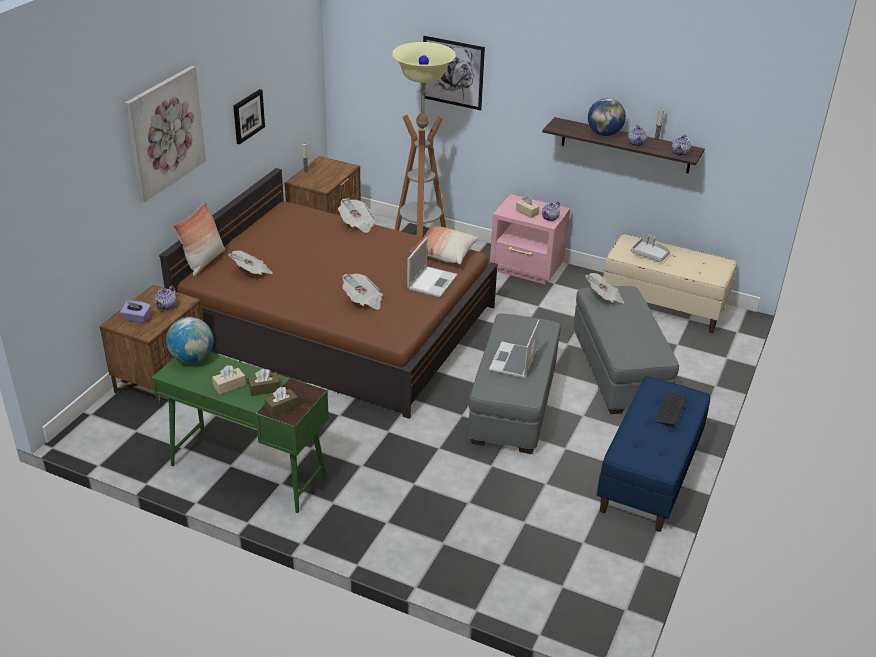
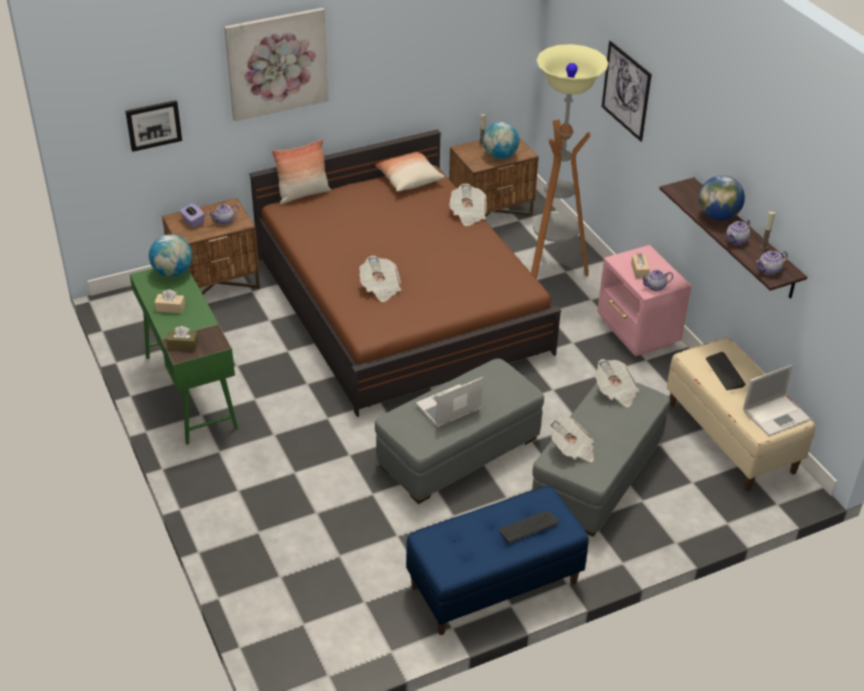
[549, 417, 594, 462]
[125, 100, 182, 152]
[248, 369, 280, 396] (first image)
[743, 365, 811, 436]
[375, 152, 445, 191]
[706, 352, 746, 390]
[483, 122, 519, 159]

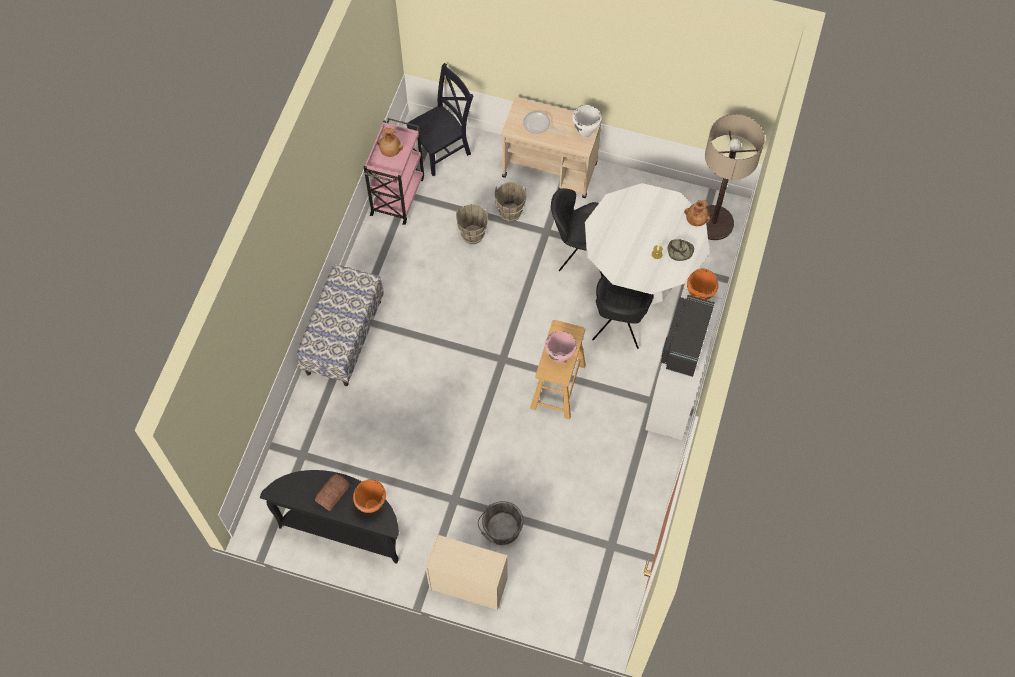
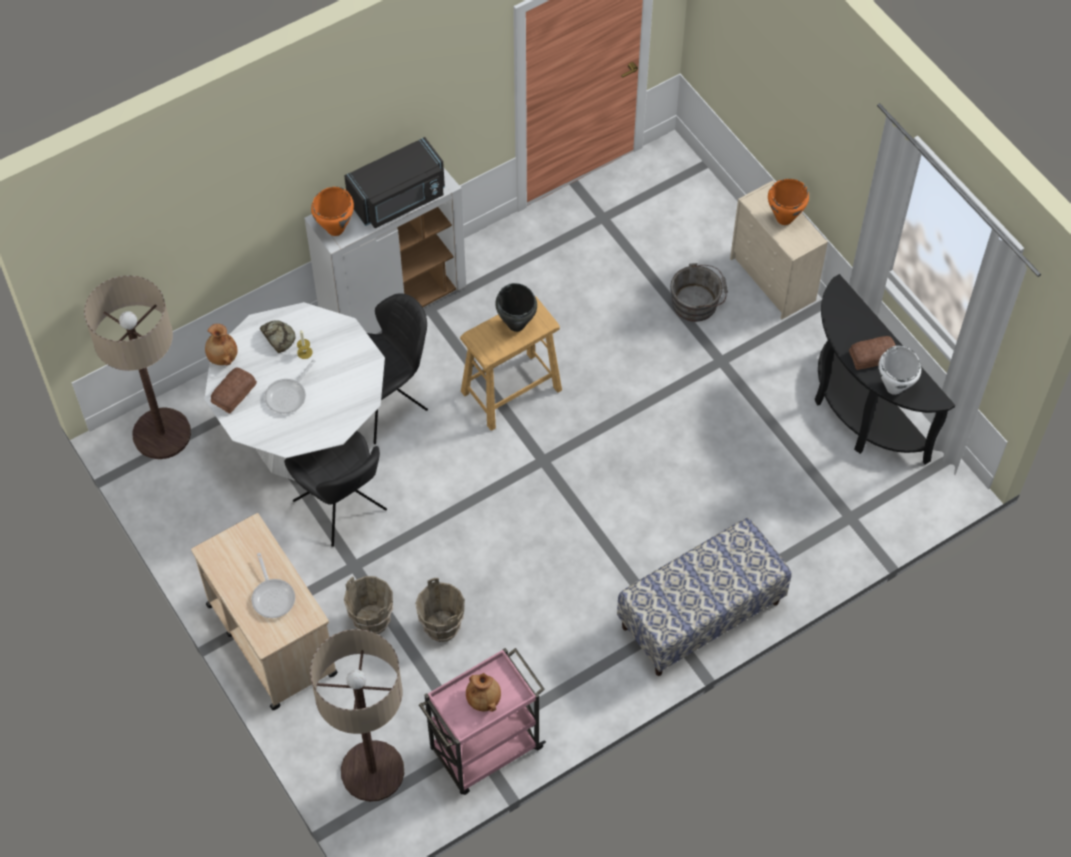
[768, 179, 809, 225]
[310, 629, 404, 802]
[495, 283, 537, 332]
[878, 346, 921, 395]
[211, 368, 257, 413]
[265, 359, 315, 414]

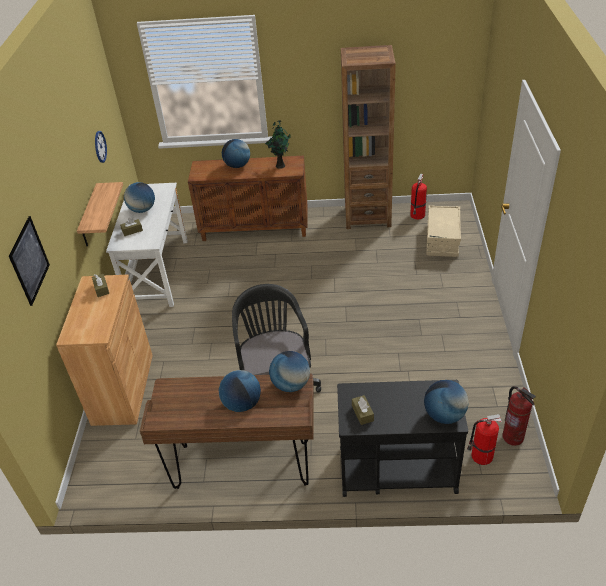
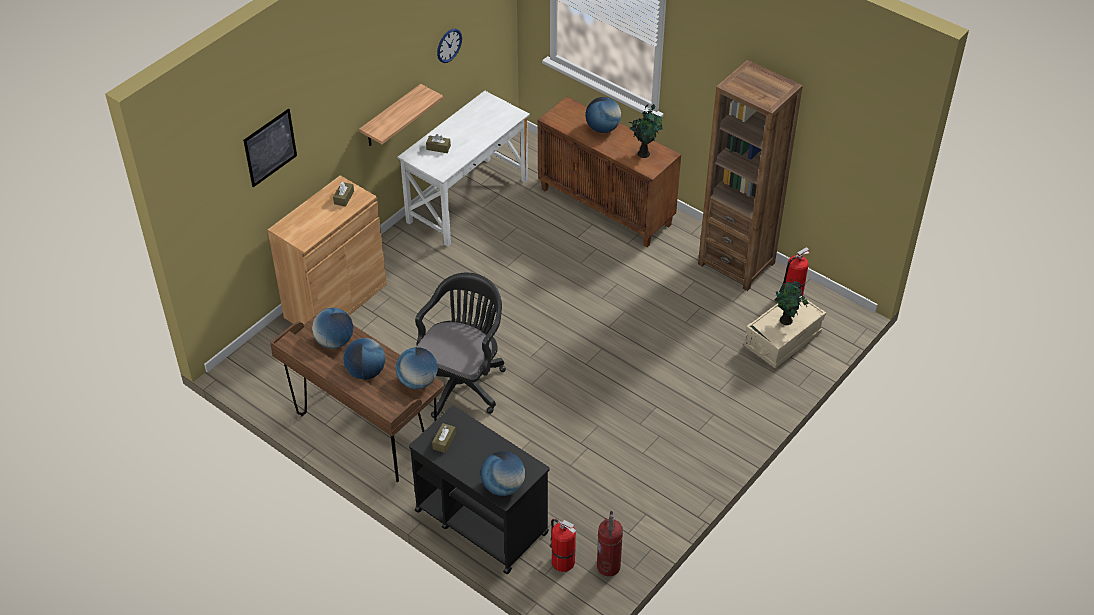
[312, 308, 353, 349]
[775, 279, 809, 325]

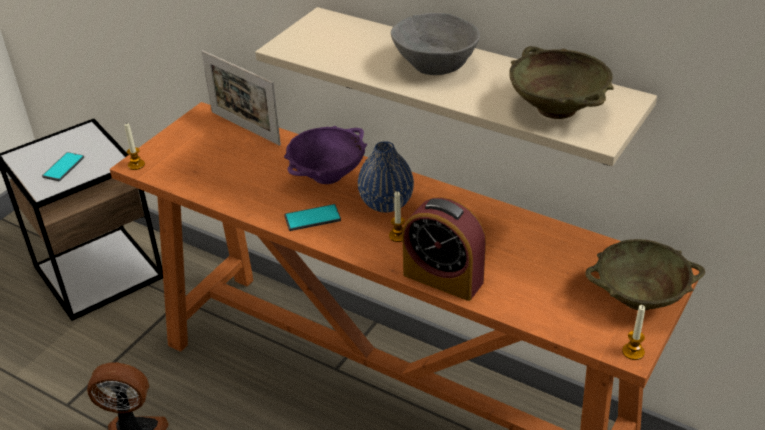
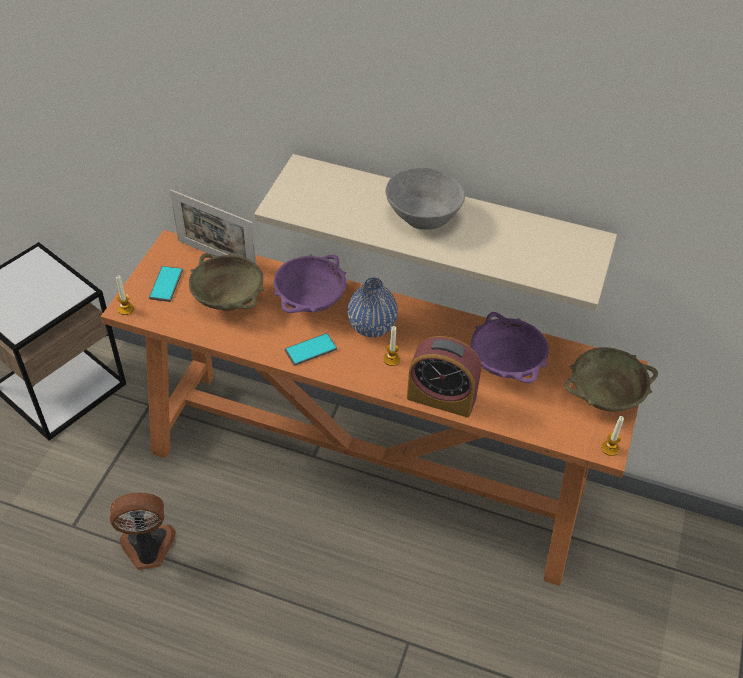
[149, 266, 183, 302]
[189, 253, 264, 311]
[471, 312, 549, 383]

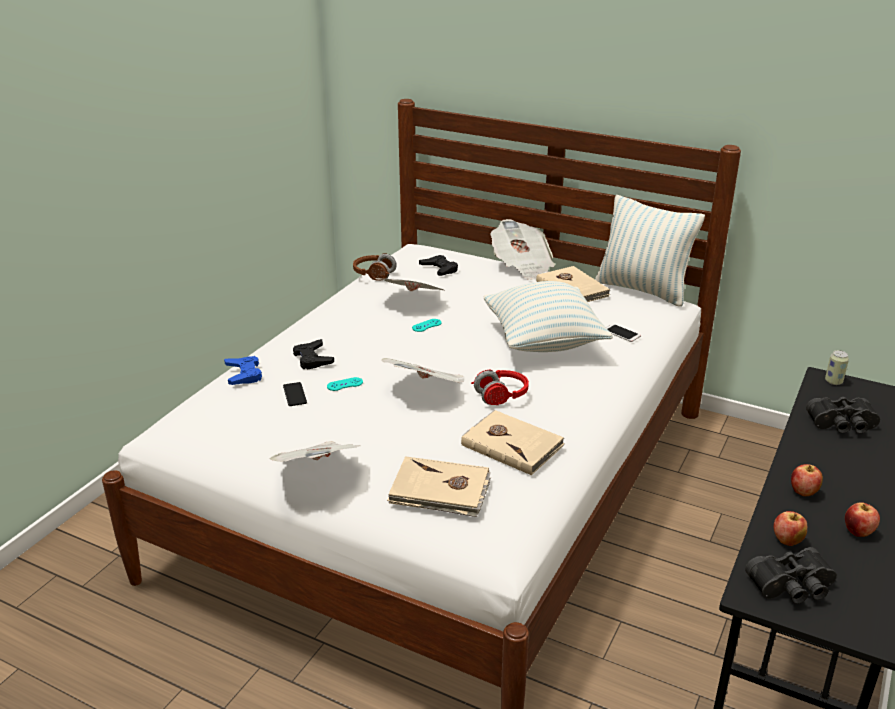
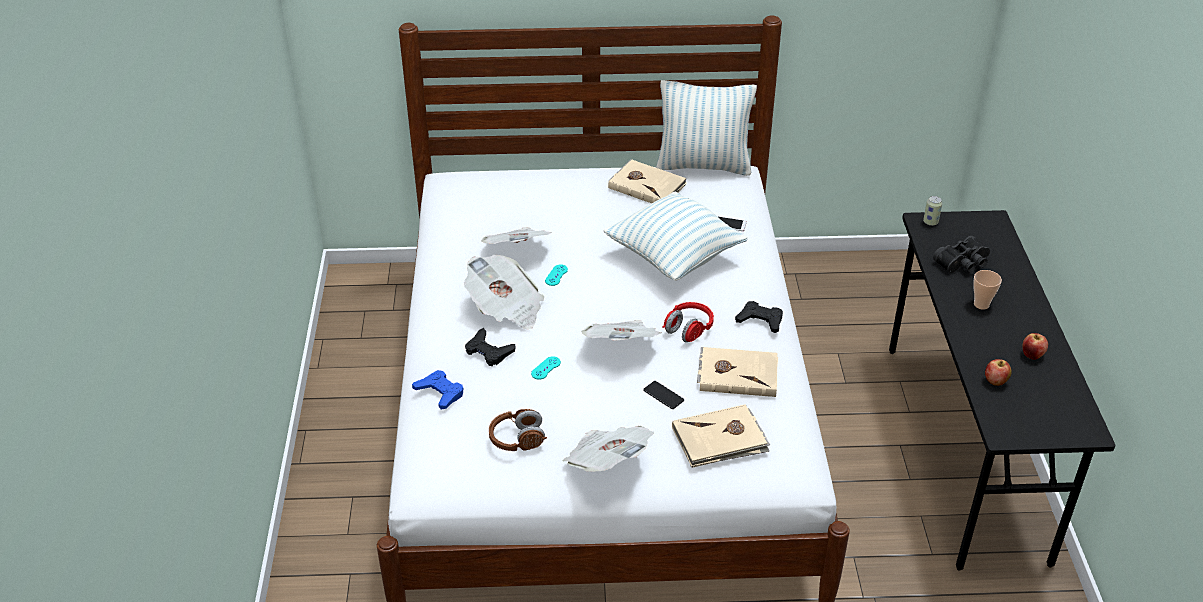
[643, 381, 684, 409]
[489, 409, 547, 451]
[735, 301, 783, 333]
[464, 255, 544, 329]
[745, 547, 837, 604] (first image)
[791, 464, 823, 496] (first image)
[974, 270, 1002, 310]

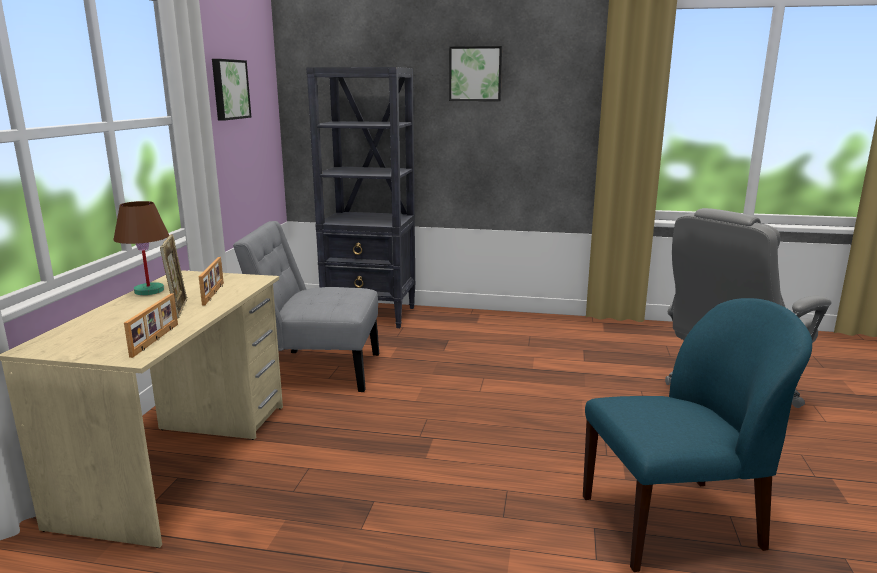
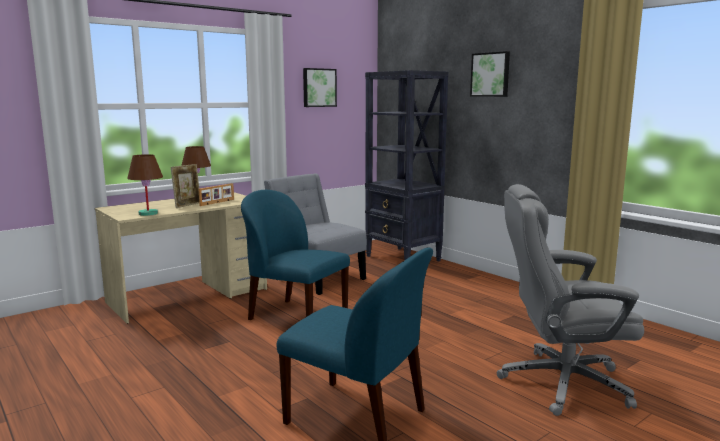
[127, 154, 163, 216]
[241, 190, 350, 320]

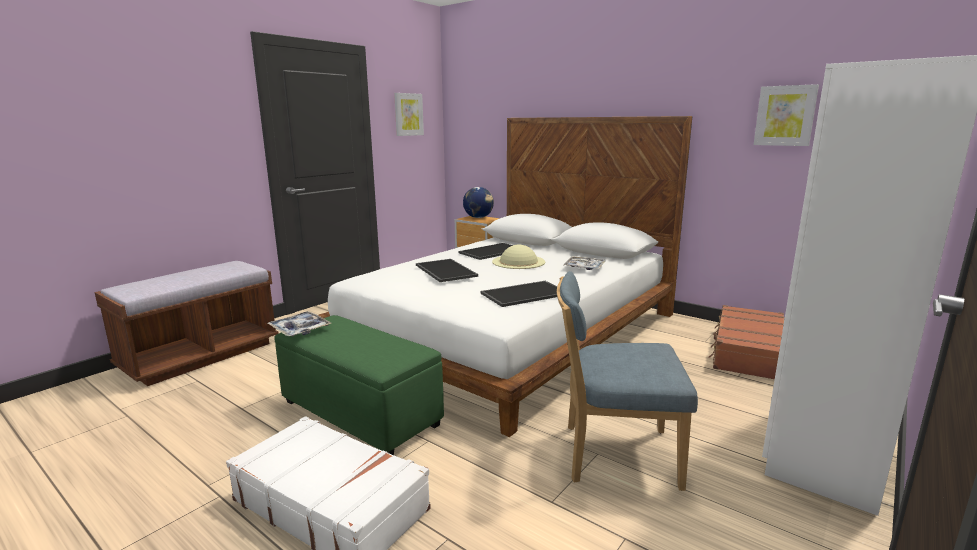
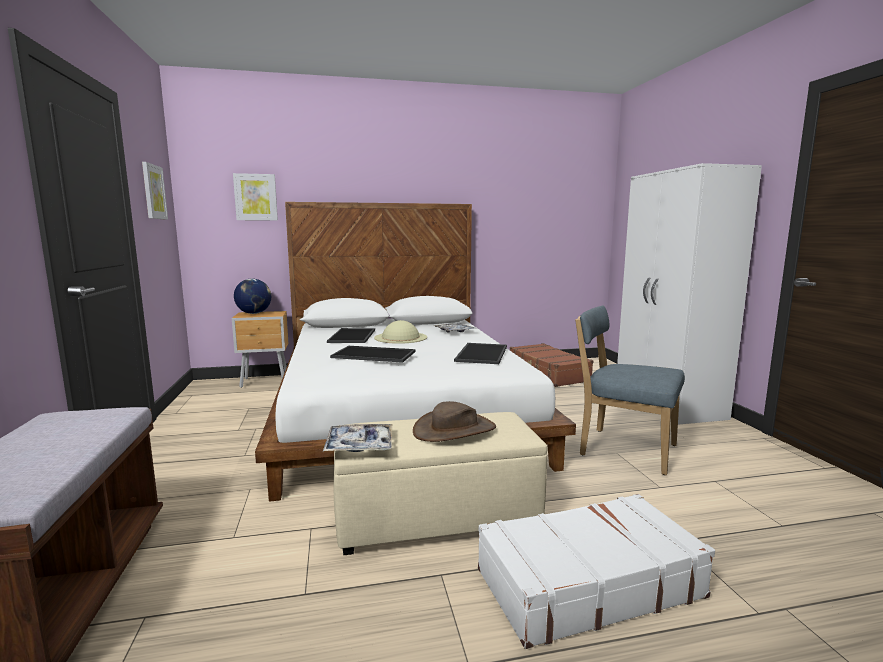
[334, 412, 547, 555]
[575, 306, 685, 475]
[233, 173, 278, 221]
[413, 401, 496, 442]

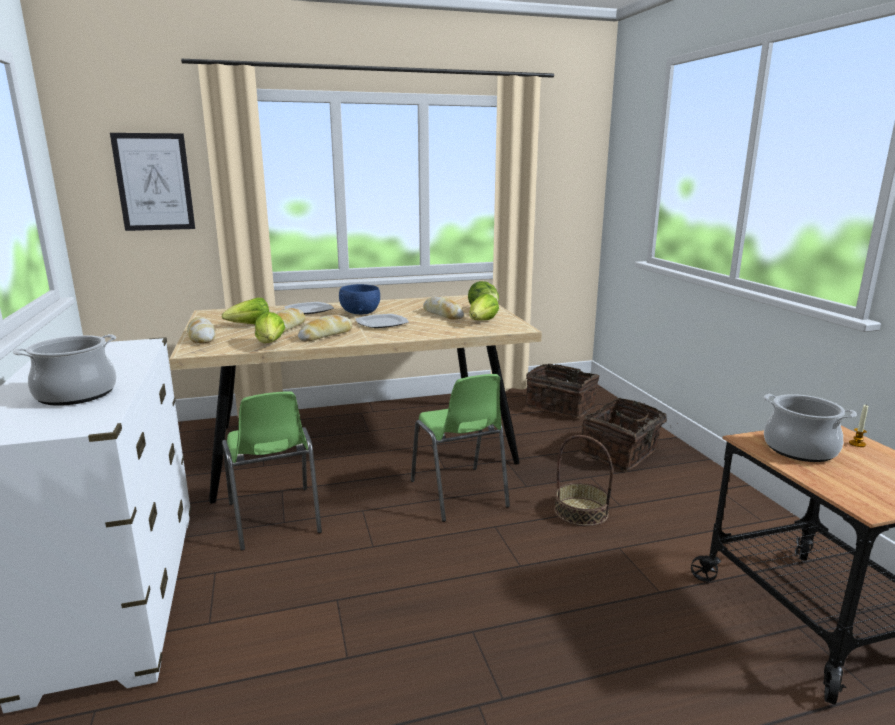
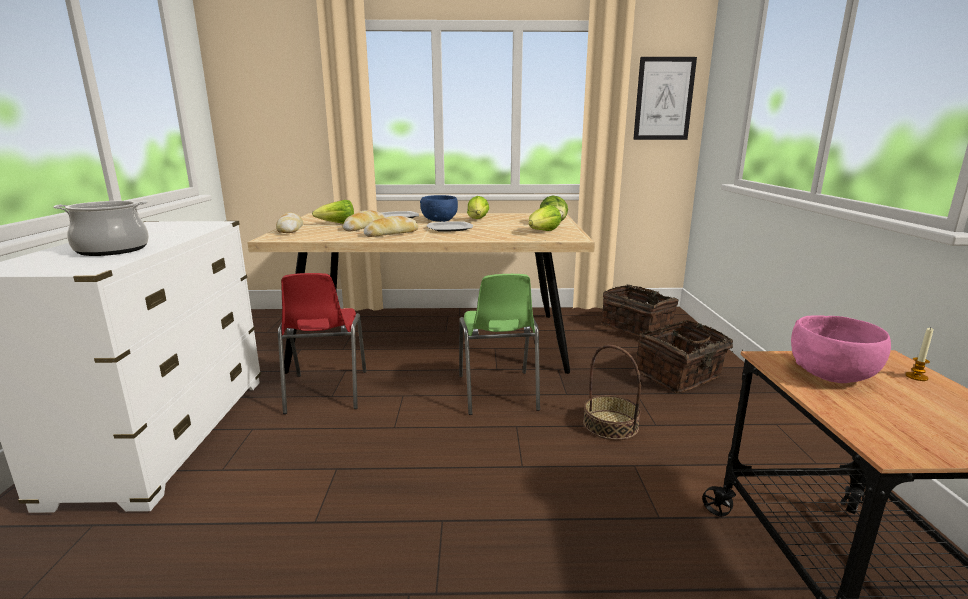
[633, 57, 697, 140]
[278, 273, 366, 414]
[467, 196, 489, 219]
[423, 296, 464, 320] (first image)
[791, 315, 891, 383]

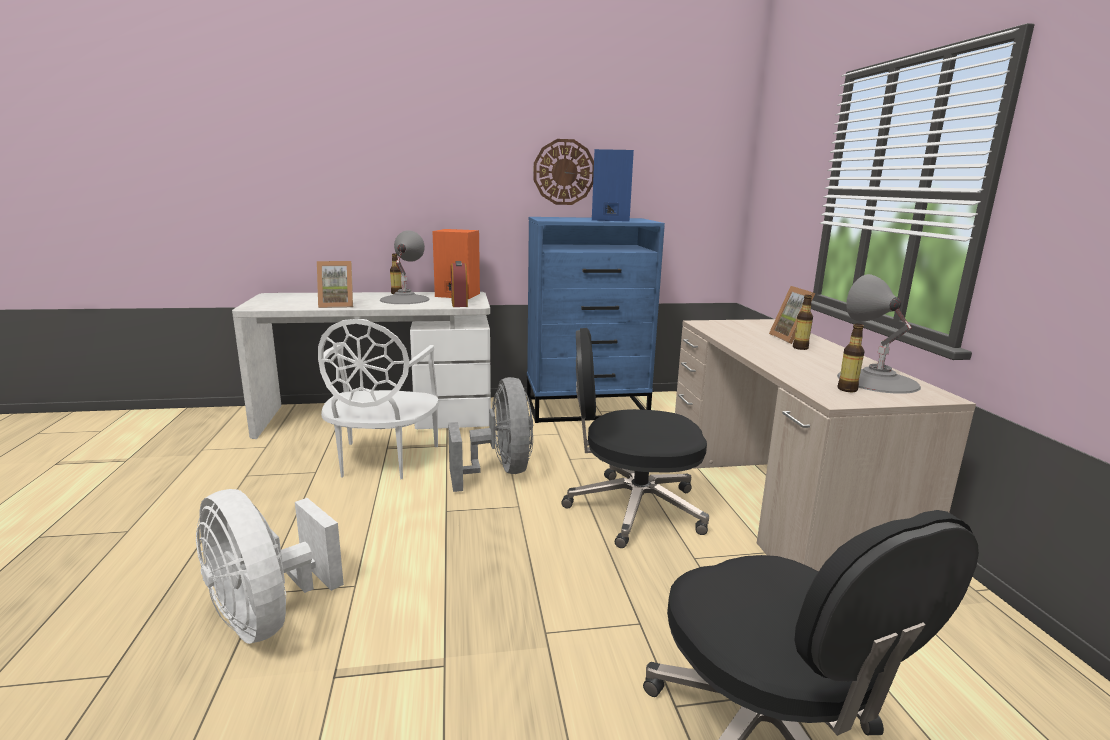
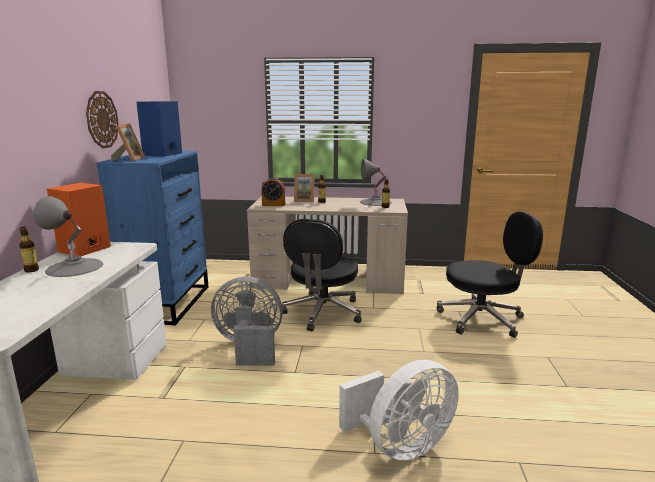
[111, 123, 145, 161]
[318, 319, 439, 479] (first image)
[261, 177, 285, 206]

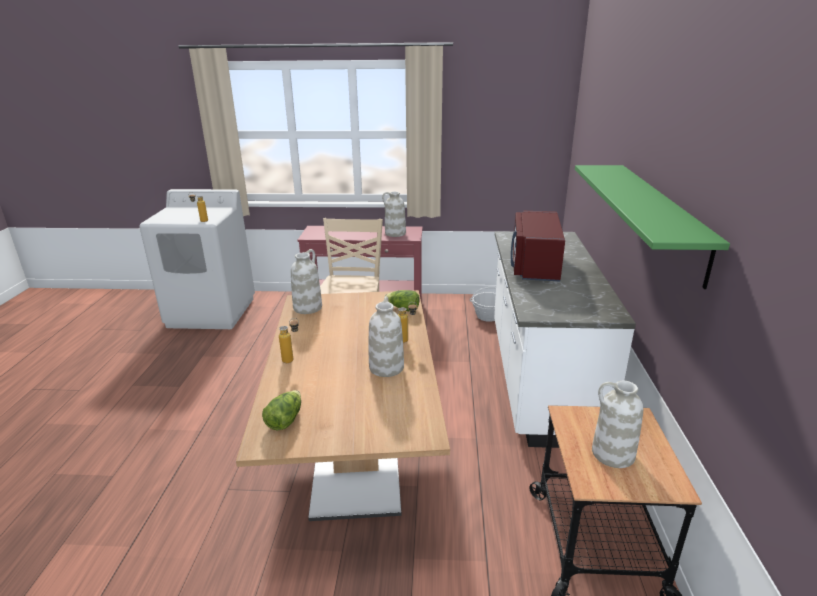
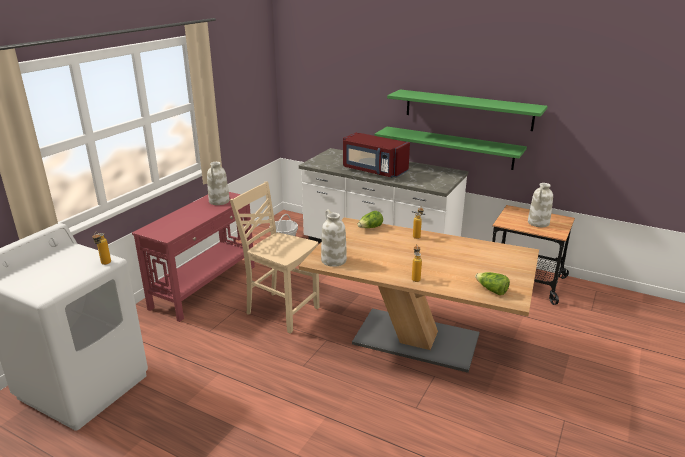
[369, 296, 404, 377] (first image)
[374, 127, 527, 170]

